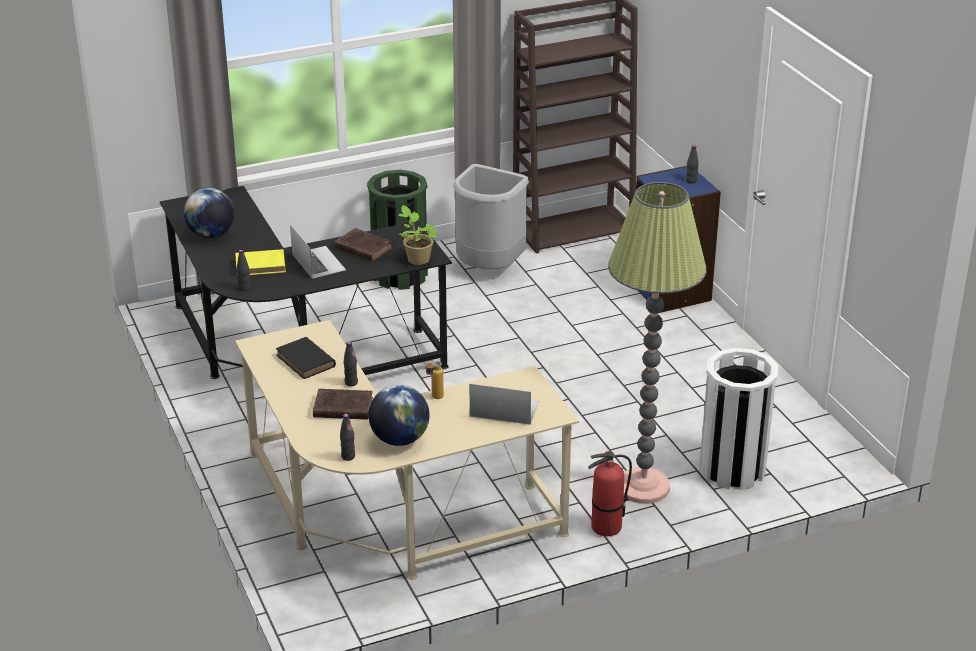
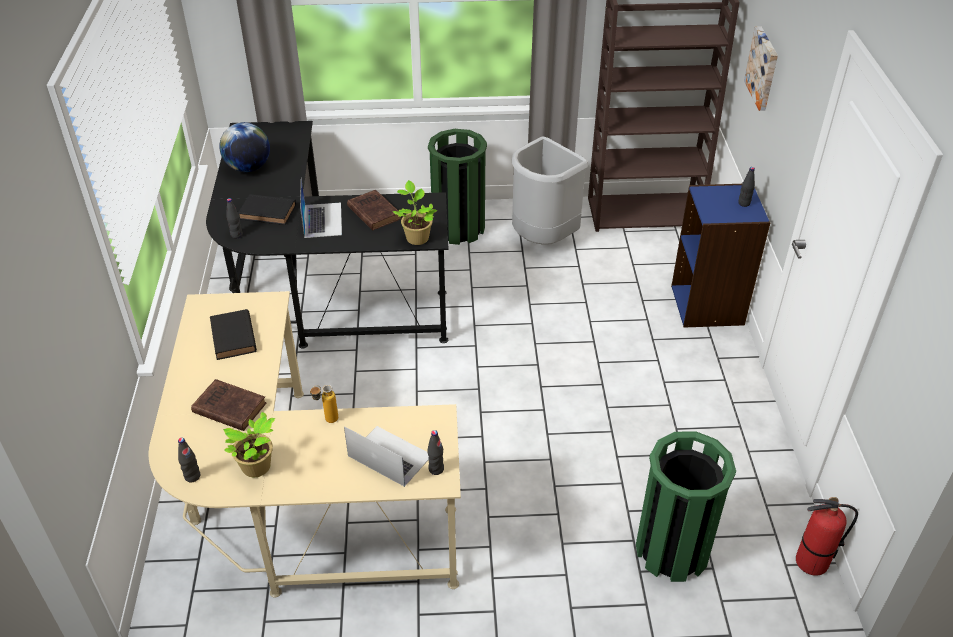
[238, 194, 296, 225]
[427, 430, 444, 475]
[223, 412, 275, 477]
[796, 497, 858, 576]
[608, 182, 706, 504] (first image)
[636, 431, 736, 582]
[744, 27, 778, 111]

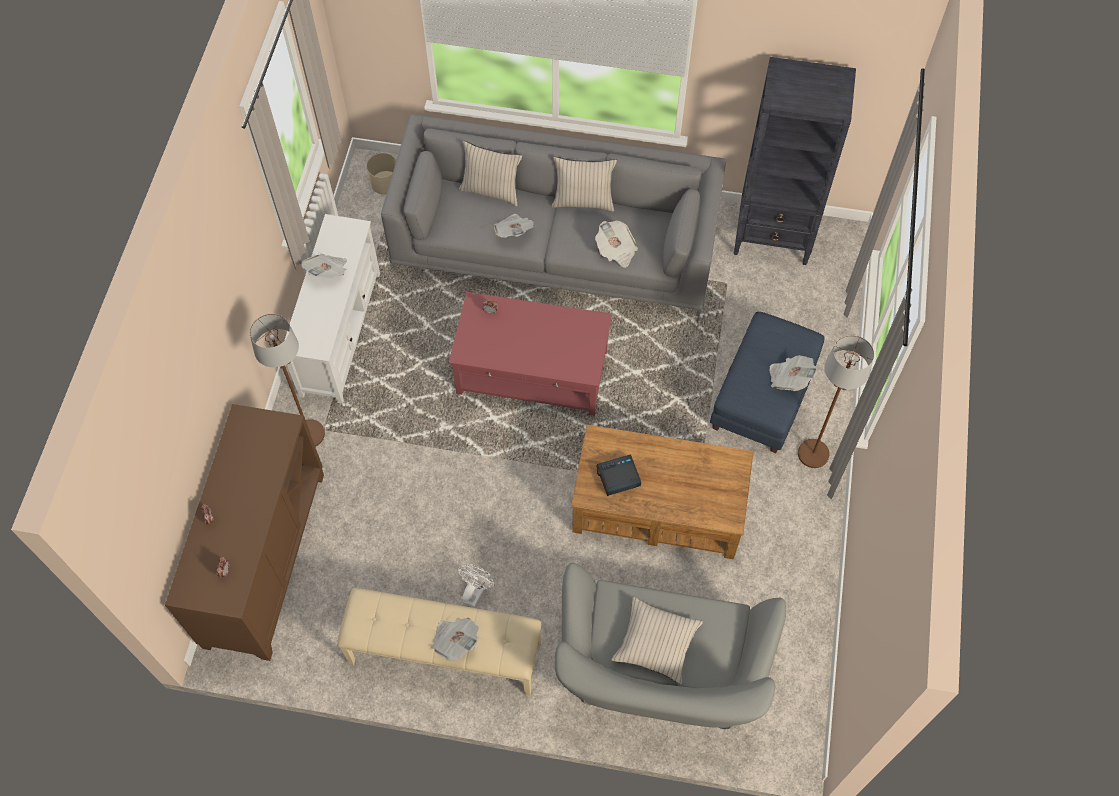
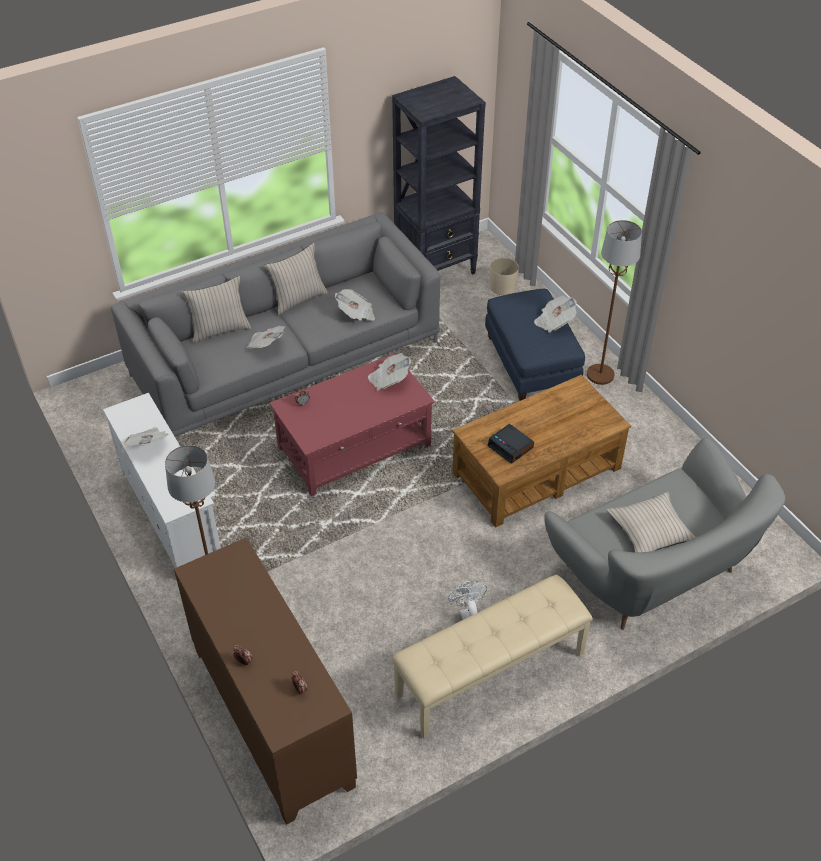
[489, 258, 519, 295]
[368, 353, 411, 390]
[487, 424, 534, 464]

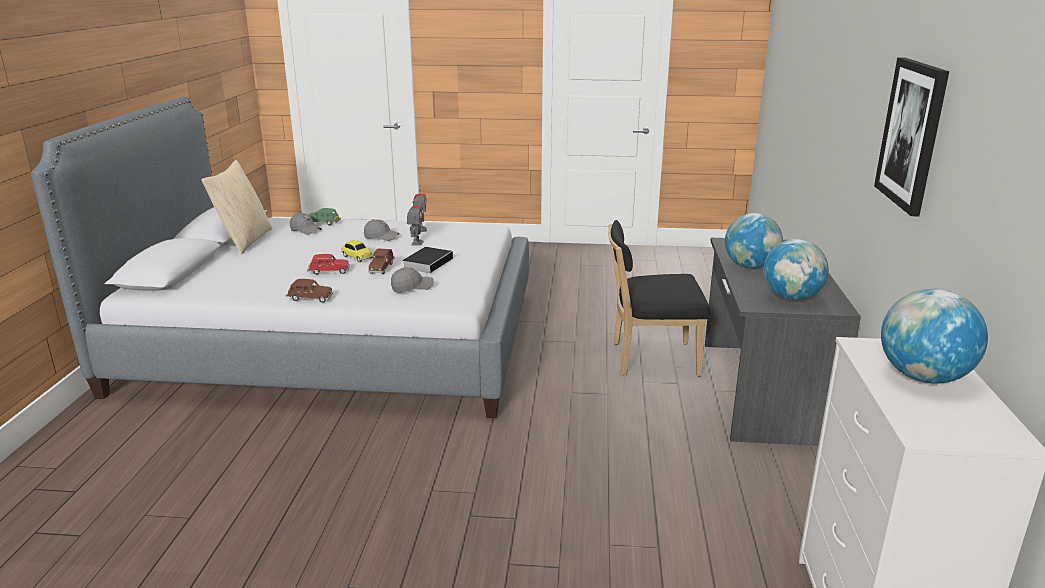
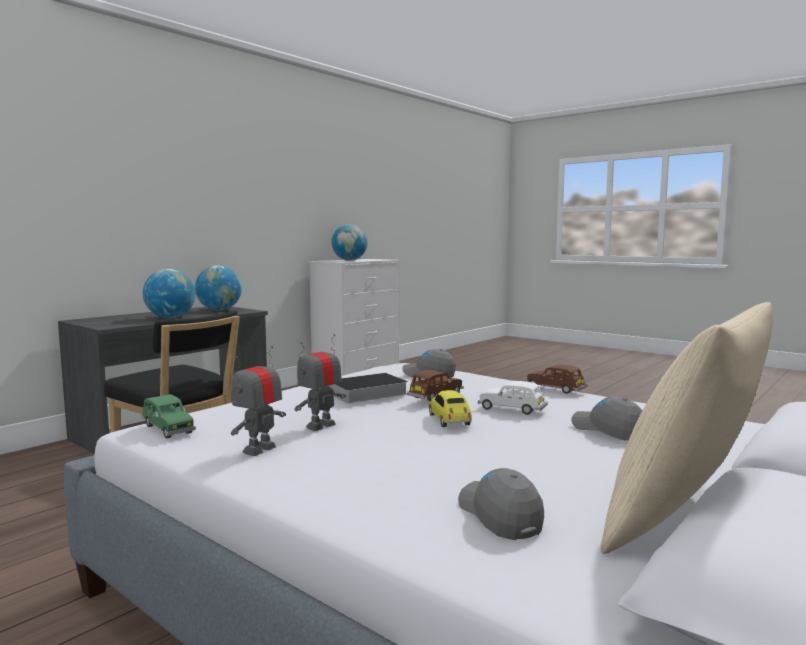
[478, 381, 548, 415]
[141, 394, 196, 439]
[571, 396, 643, 441]
[874, 58, 949, 216] (first image)

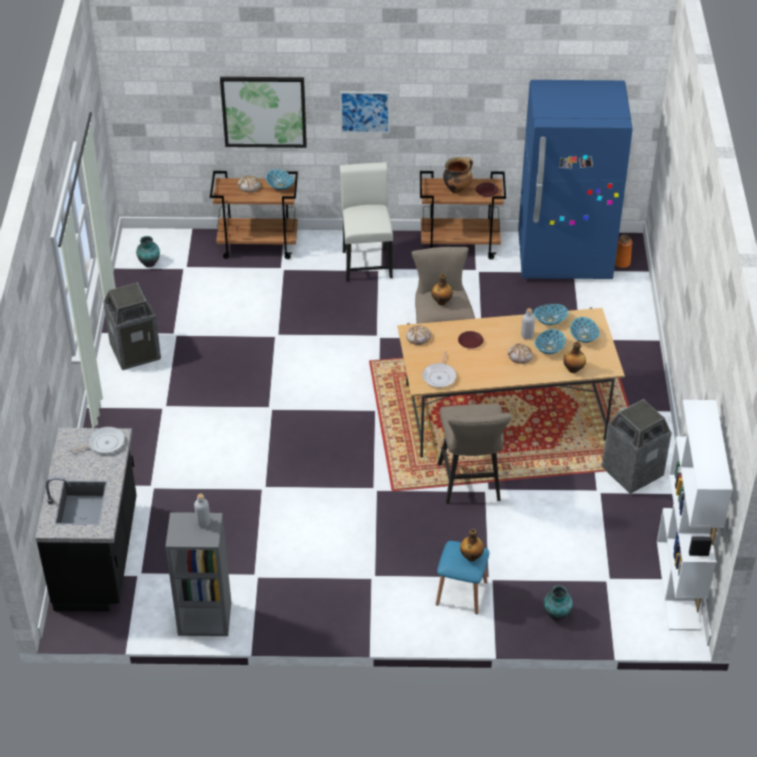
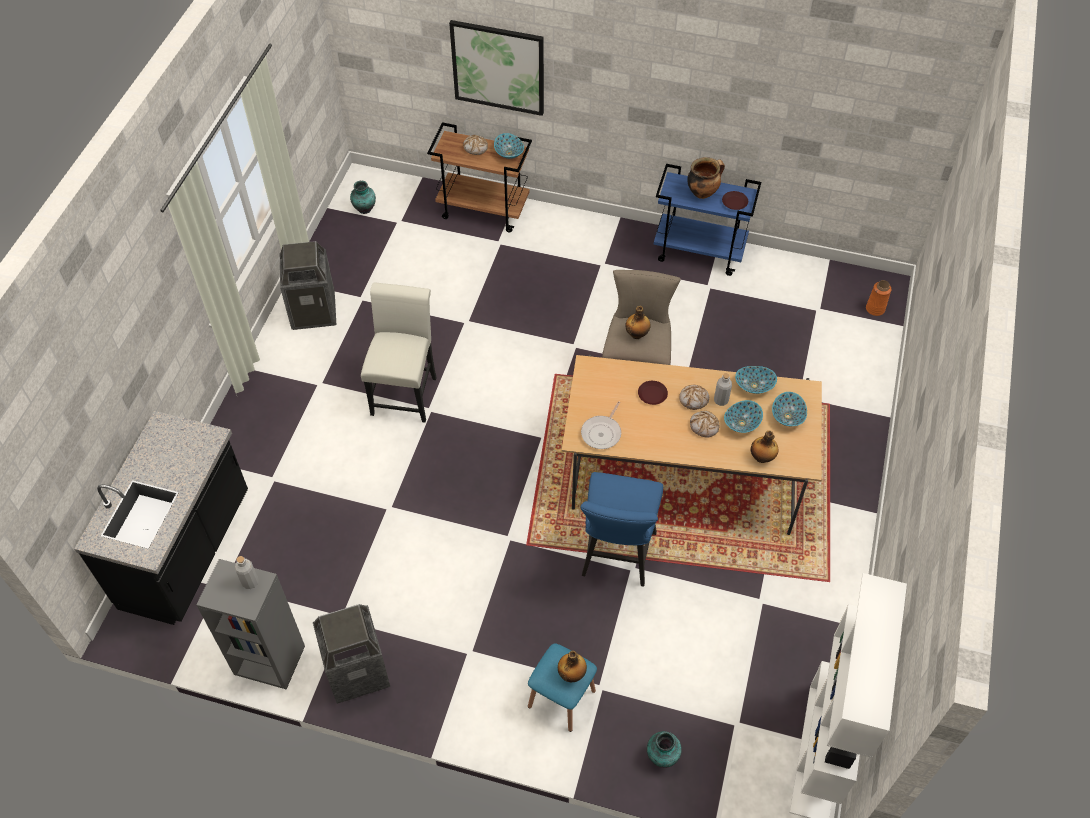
[69, 427, 125, 453] (first image)
[340, 92, 390, 133] (first image)
[361, 282, 437, 423]
[679, 385, 709, 410]
[654, 164, 761, 276]
[580, 472, 663, 587]
[518, 80, 633, 279] (first image)
[313, 604, 390, 704]

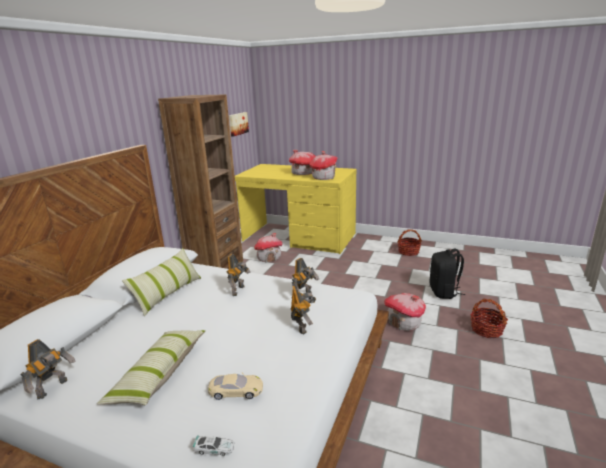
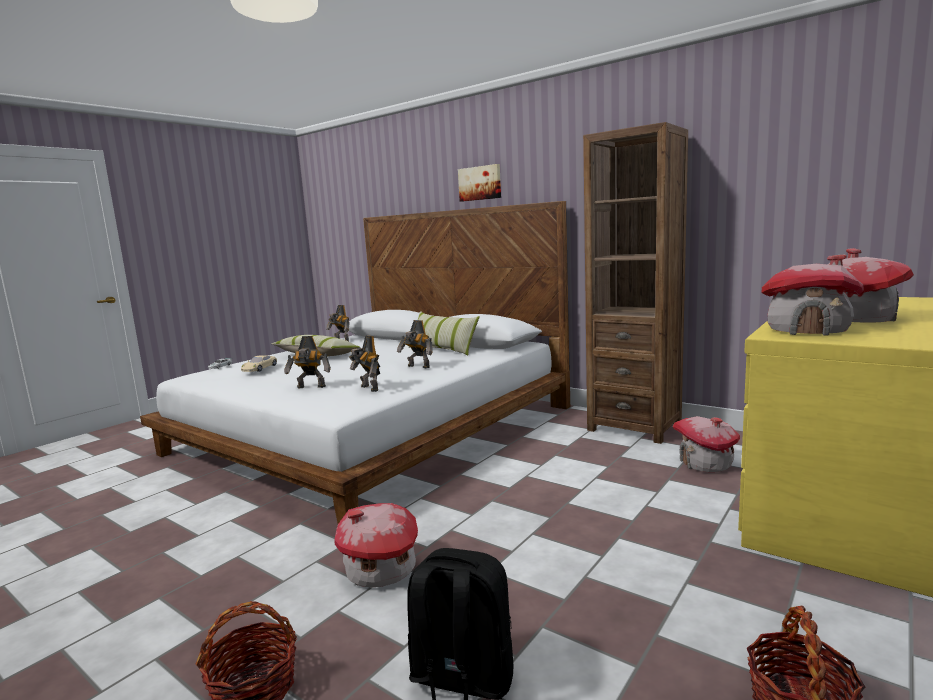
[458, 164, 501, 202]

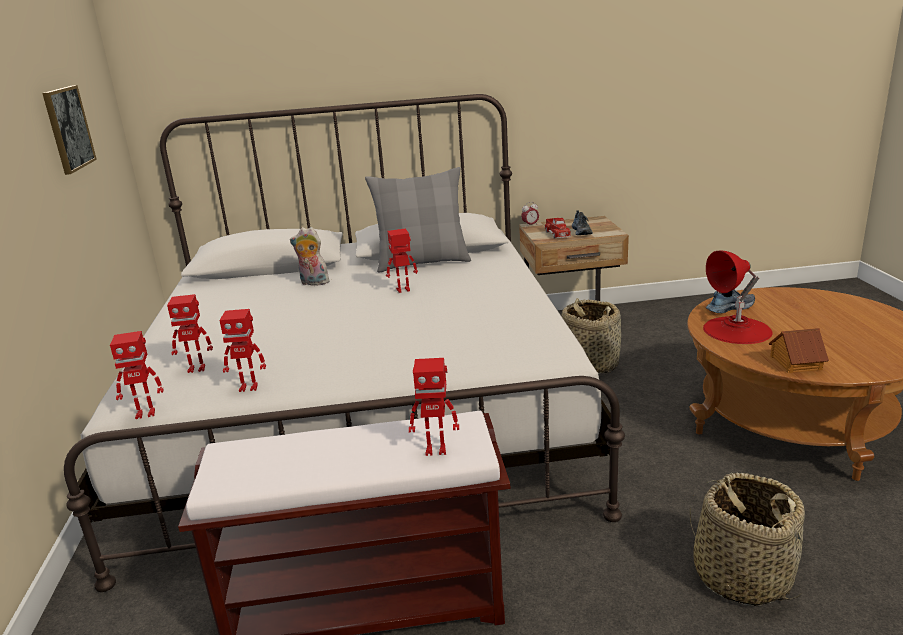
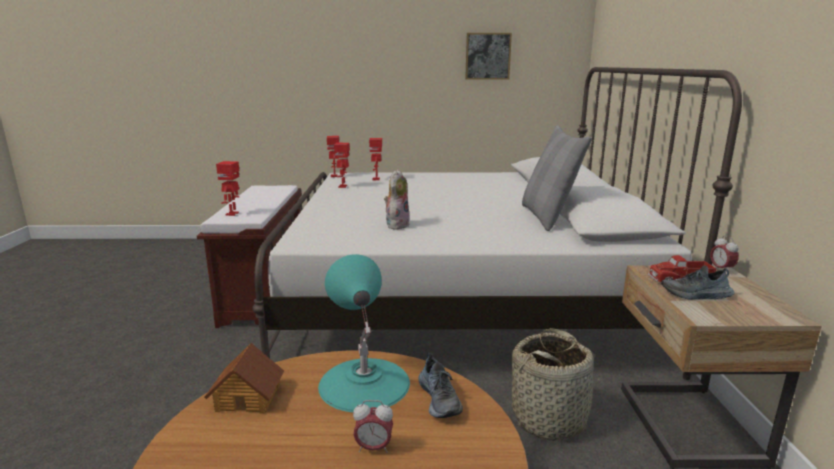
[384, 169, 410, 230]
[386, 228, 418, 293] (first image)
[690, 473, 805, 606] (first image)
[318, 254, 410, 412]
[353, 400, 393, 453]

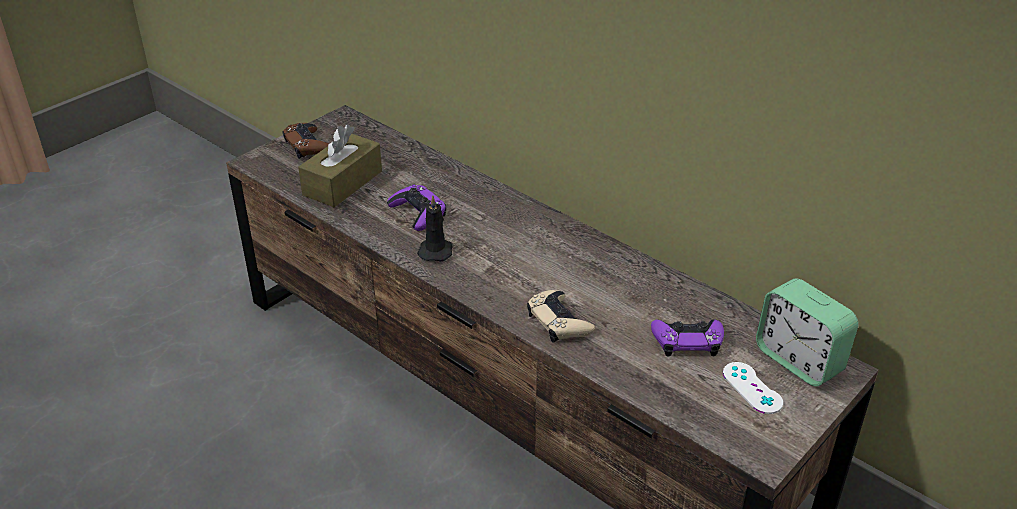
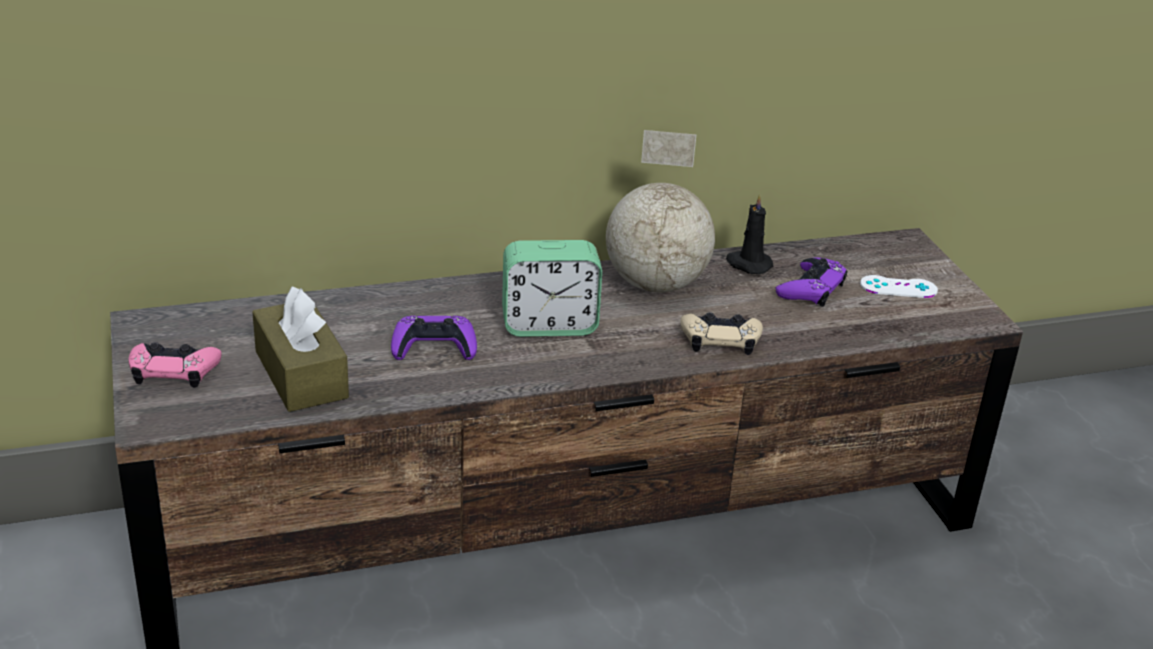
[129, 342, 222, 388]
[726, 193, 773, 274]
[502, 240, 602, 337]
[606, 130, 715, 292]

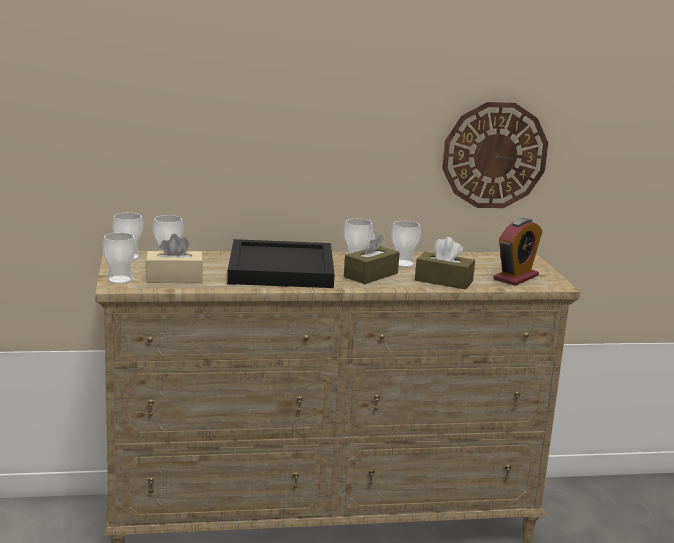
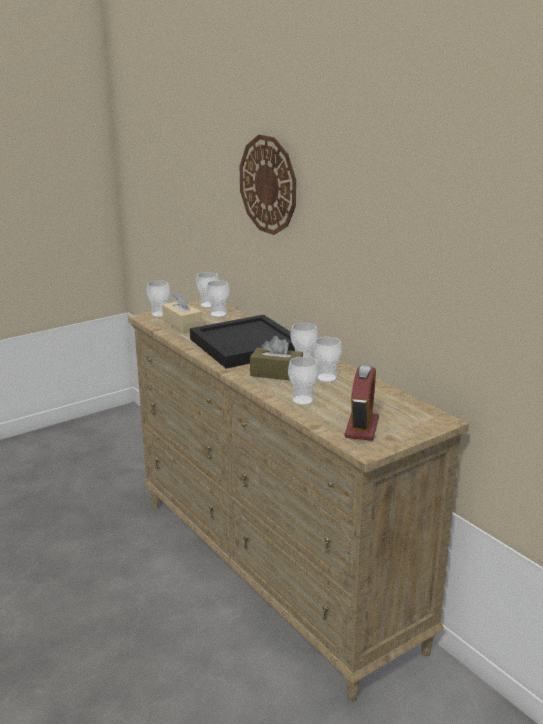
[288, 357, 319, 406]
[240, 135, 296, 235]
[344, 364, 379, 441]

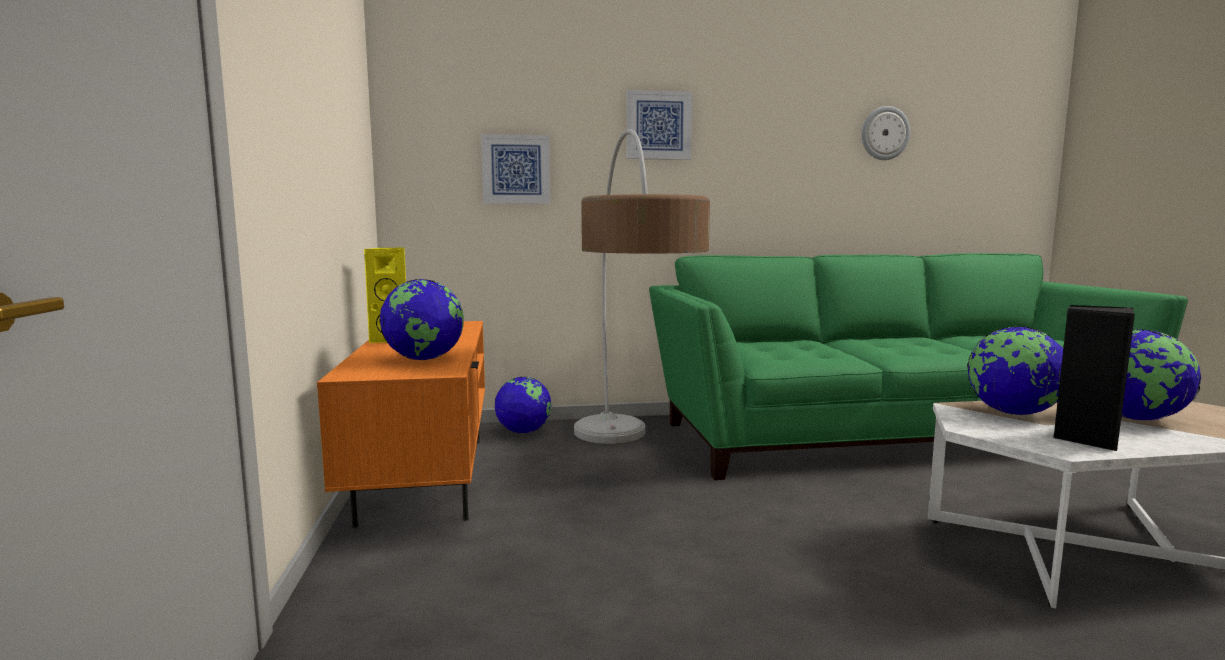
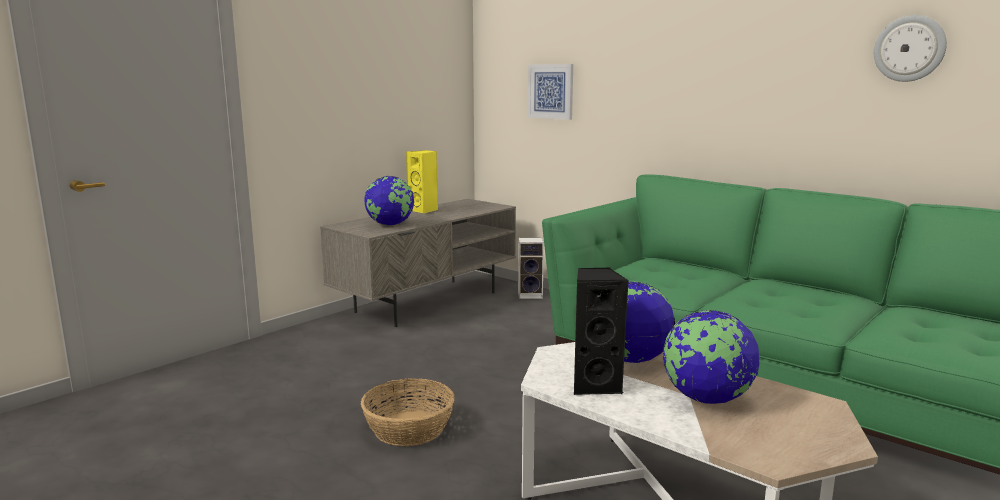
[320, 199, 516, 327]
[518, 238, 544, 299]
[574, 129, 710, 444] (first image)
[627, 90, 692, 160] (first image)
[361, 378, 455, 446]

